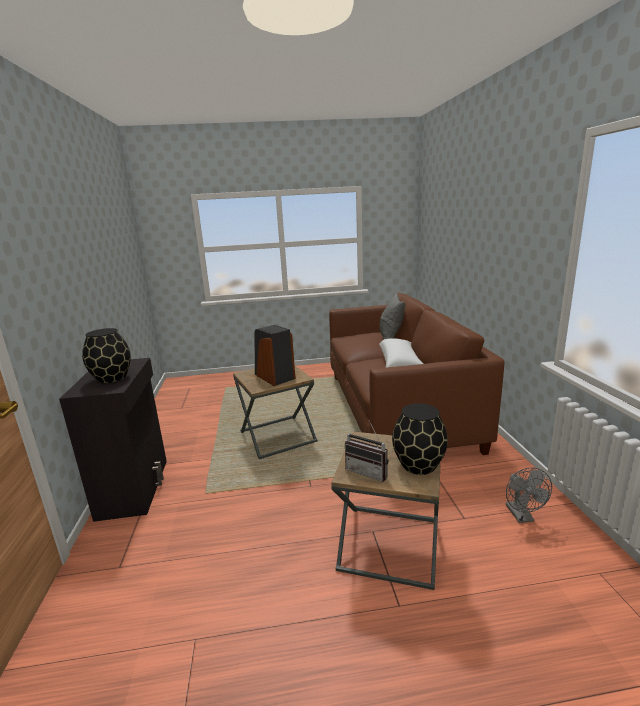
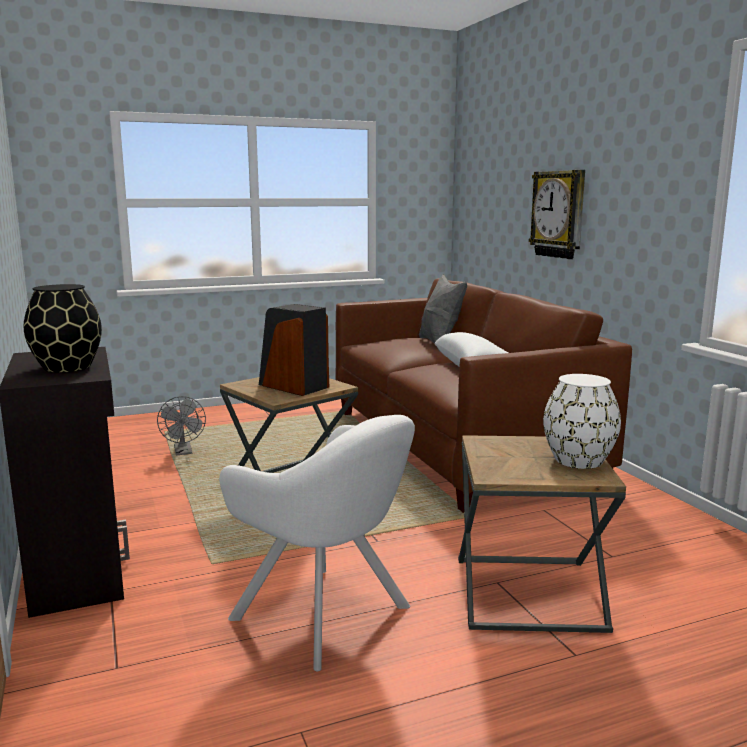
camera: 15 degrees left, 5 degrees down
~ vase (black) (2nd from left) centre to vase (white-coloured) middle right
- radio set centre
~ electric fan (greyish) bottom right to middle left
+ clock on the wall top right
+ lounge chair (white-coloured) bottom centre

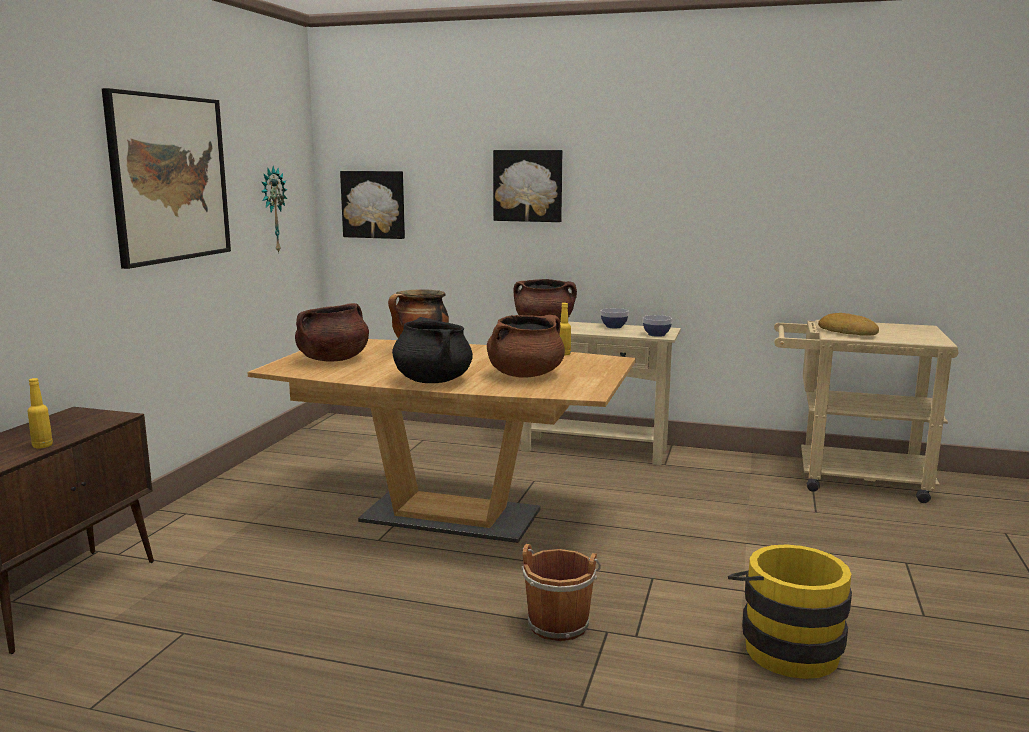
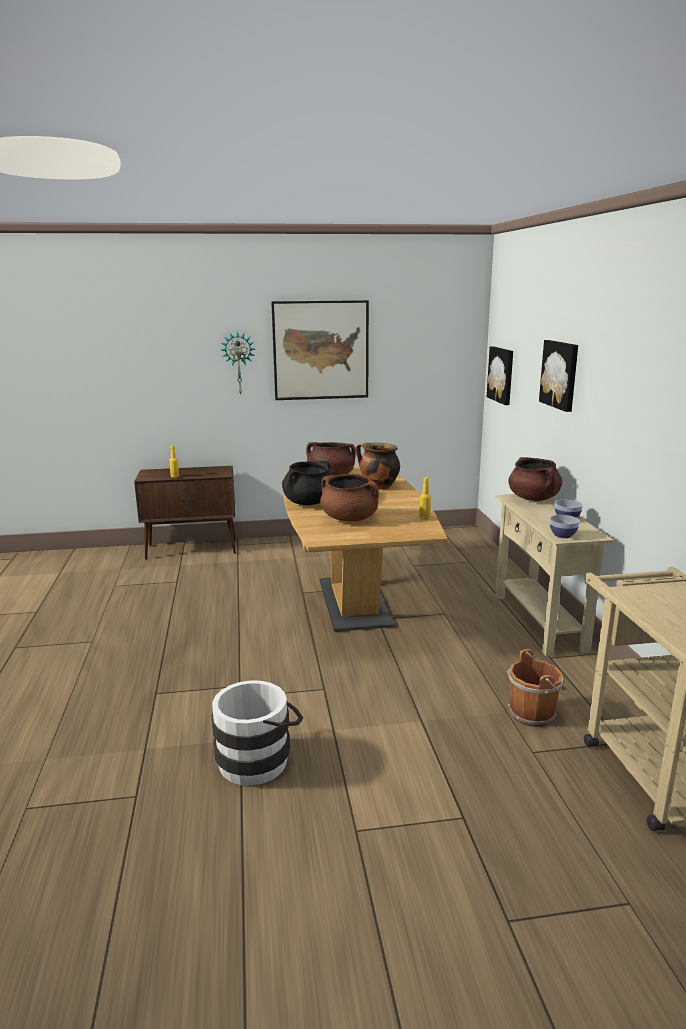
camera: 65 degrees right, 5 degrees up
~ clock on the wall top left to centre
- bread middle right
~ pail (brownish) bottom centre to bottom right
~ pail (yellow) bottom right to pail (white-coloured) bottom centre

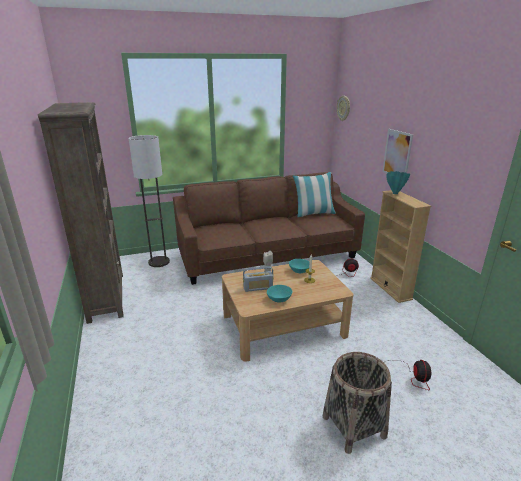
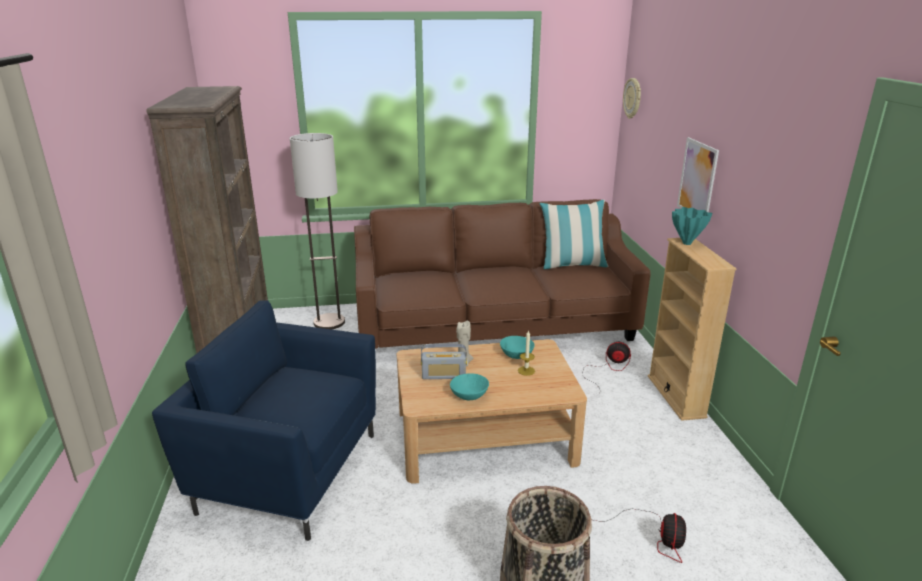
camera: 10 degrees right, 0 degrees up
+ lounge chair (blue-coloured) bottom left

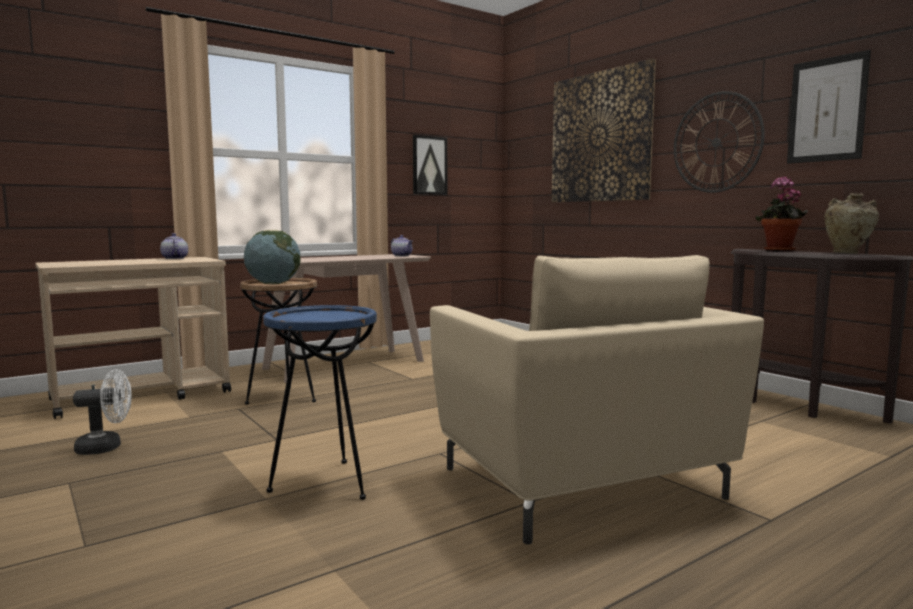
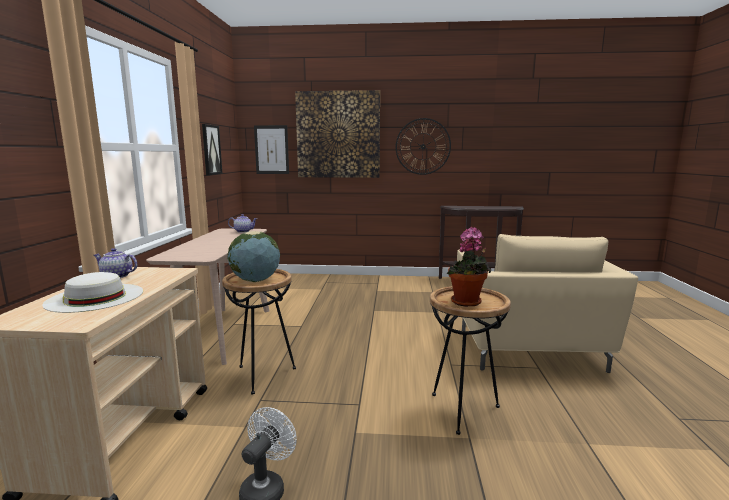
camera: 50 degrees left, 5 degrees up
~ picture (3rd from left in the first image) top right to picture (2nd from left) top centre
~ houseplant middle right to centre
- vase (sand-coloured) middle right
~ lounge chair (sand-coloured) centre = middle right 75 degrees clockwise
~ end table (blue-coloured) centre to end table (brownish) (2nd from left) bottom centre
+ wearable hat (white-coloured) middle left

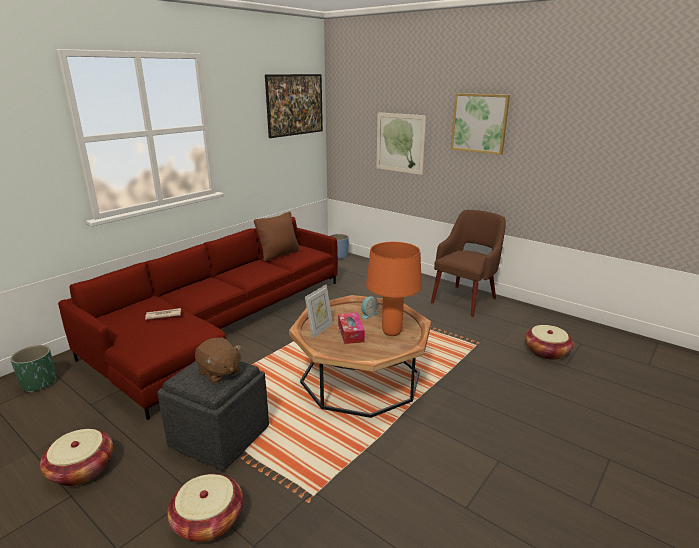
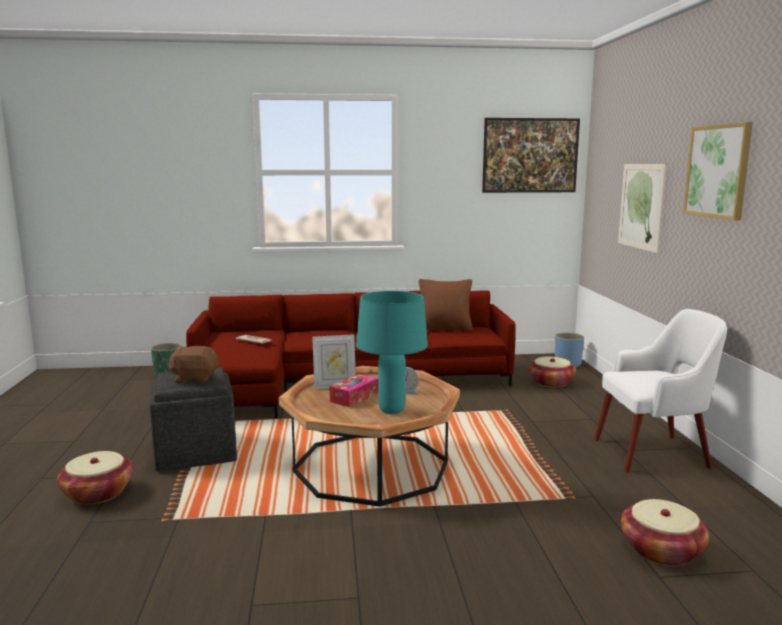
camera: 45 degrees right, 10 degrees down
~ lounge chair (brownish) middle right to lounge chair (white-coloured) middle right
~ tabletop lamp (orangey) centre to tabletop lamp (turquoise) centre
~ plush toy (brownish) middle left = middle left 90 degrees clockwise
~ basket (1st from left in the first image) bottom left to basket (2nd from left) middle right

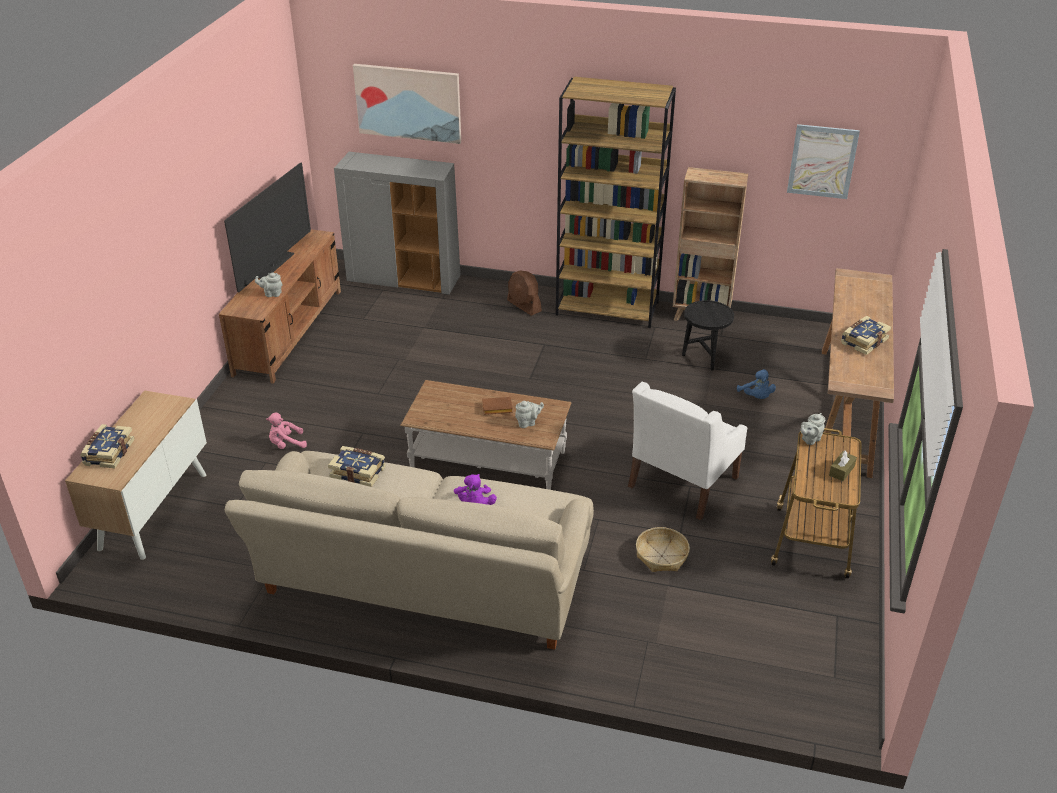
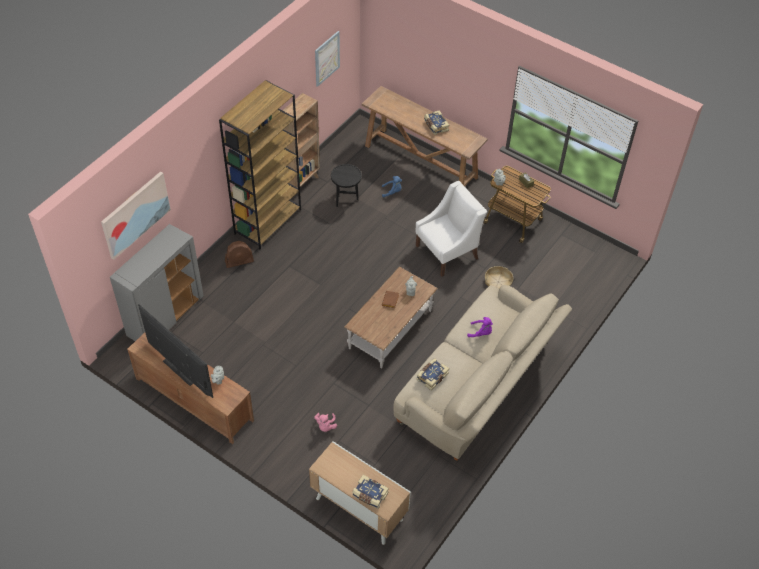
camera: 70 degrees left, 15 degrees up
~ lounge chair (white-coloured) centre = centre 90 degrees counterclockwise

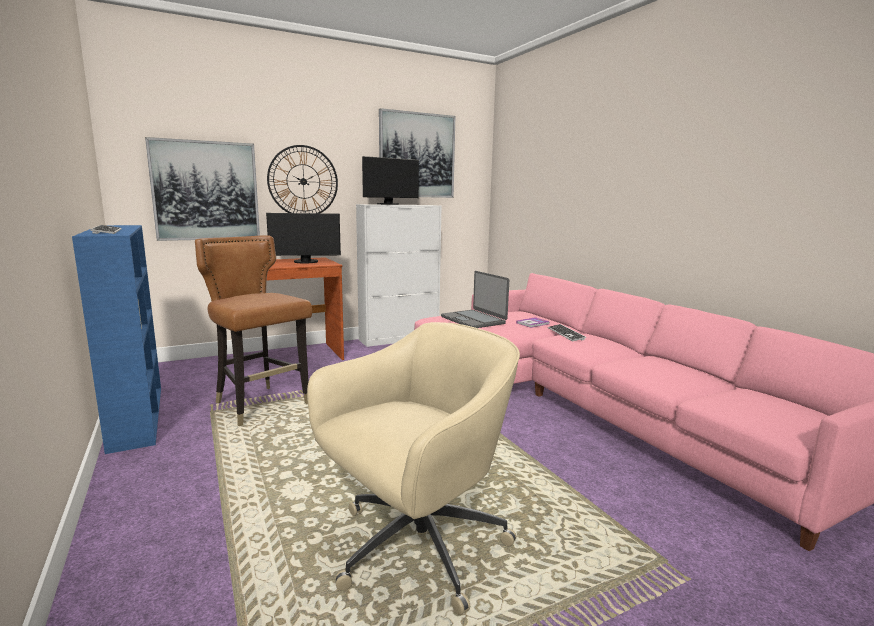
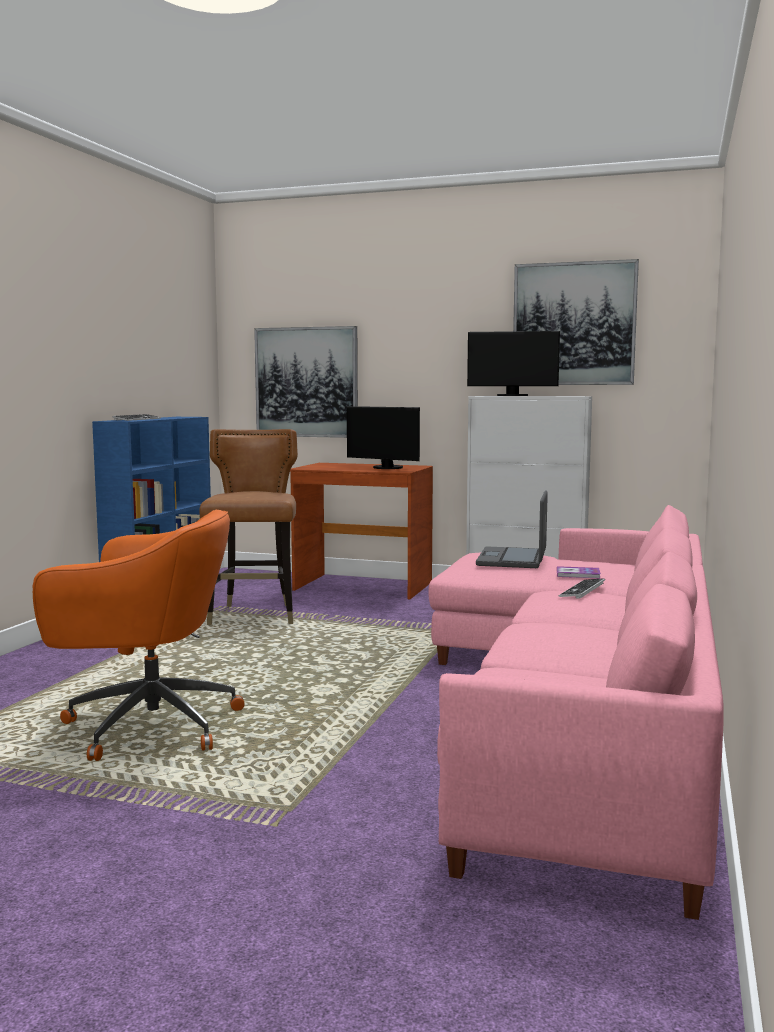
camera: 45 degrees right, 5 degrees down
- clock on the wall top centre
~ office chair (sand-coloured) bottom centre to office chair (orangey) middle left

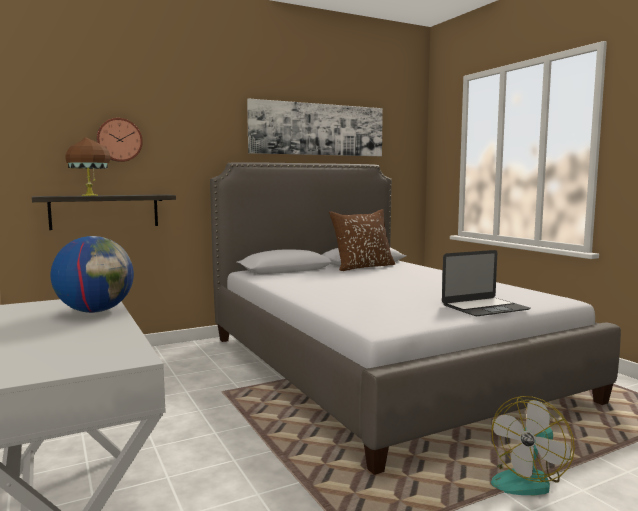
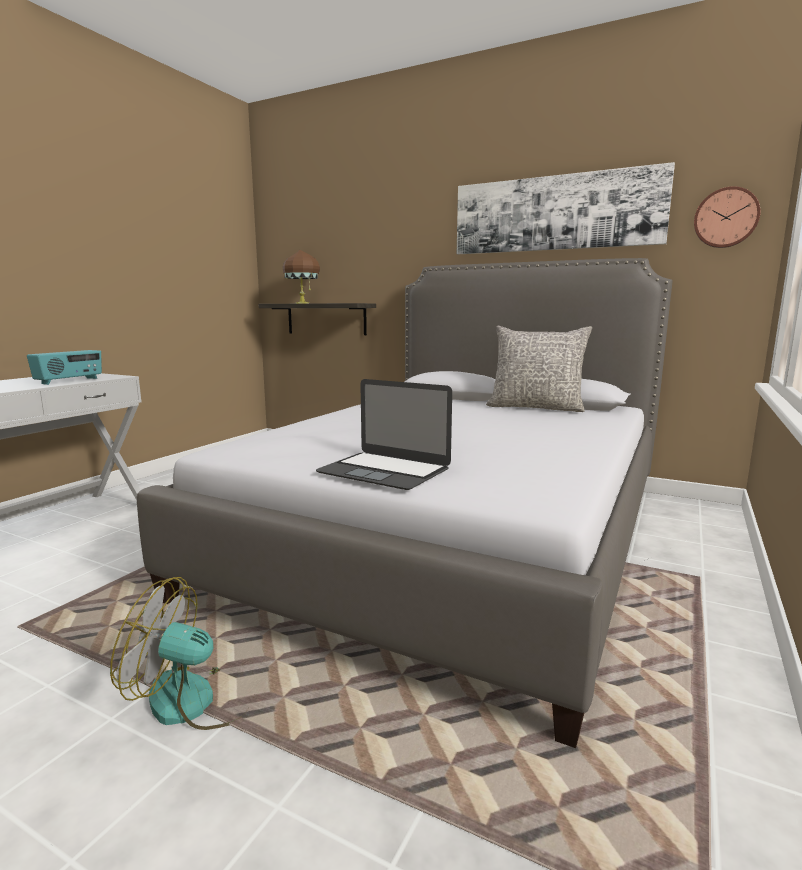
camera: 55 degrees right, 5 degrees up
~ clock on the wall top left to top right
~ pillow (brownish) centre to pillow (greyish) middle right
~ world globe middle left to radio set middle left

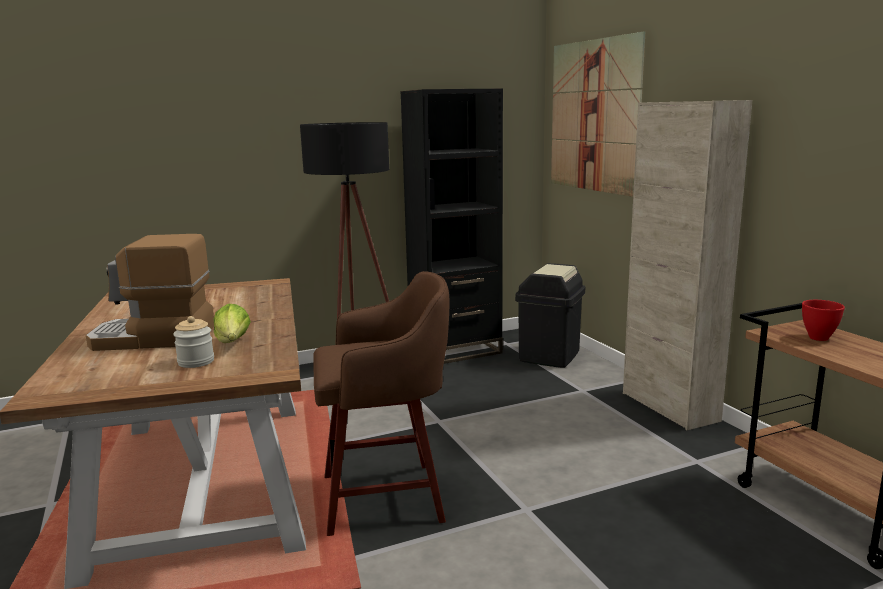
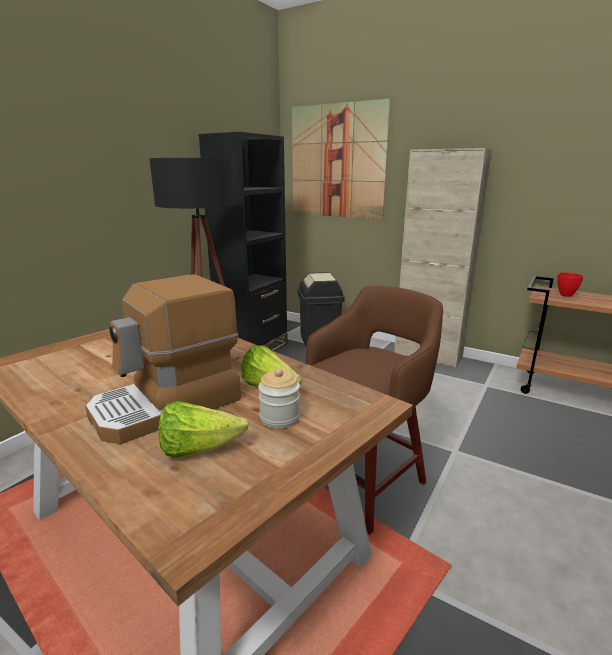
camera: 35 degrees left, 5 degrees up
+ lettuce (1st from left) middle left

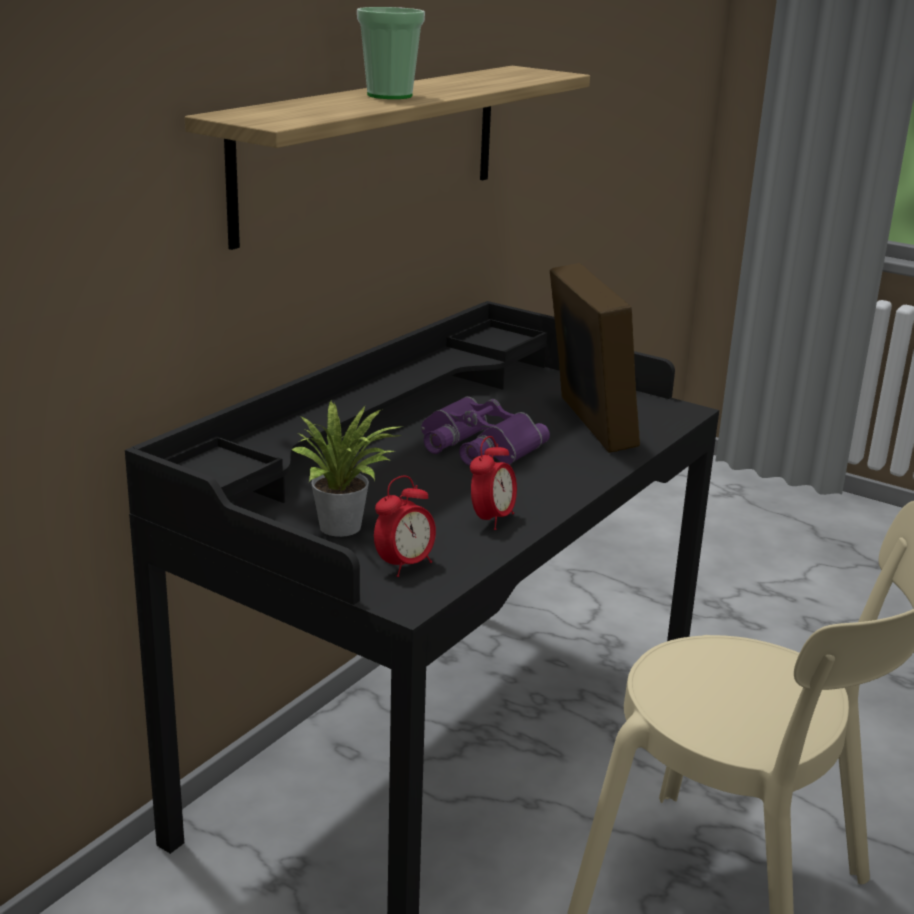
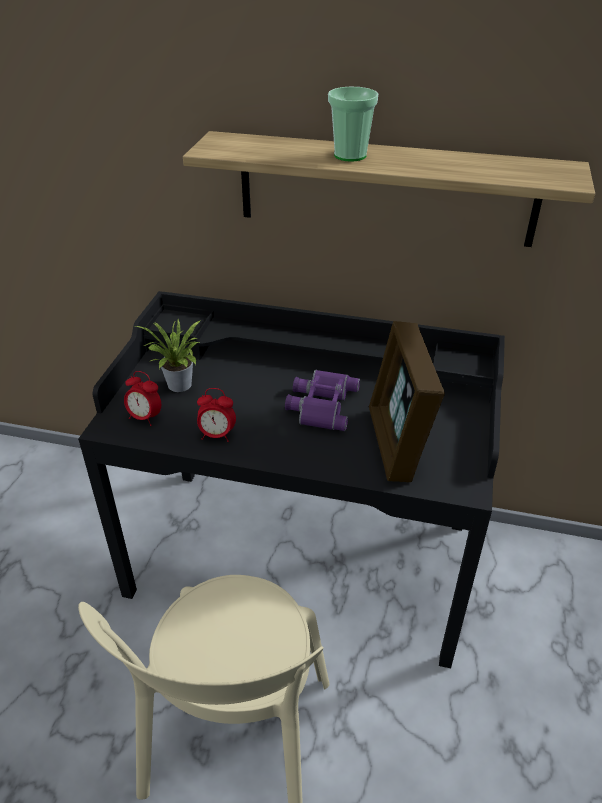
camera: 70 degrees right, 15 degrees up
~ standing frame centre = middle right 120 degrees clockwise

